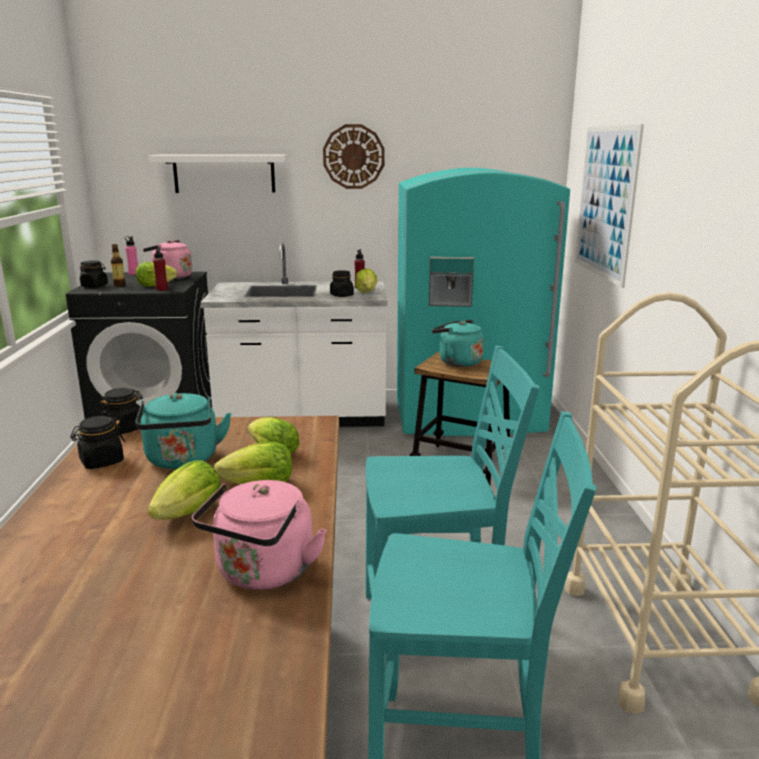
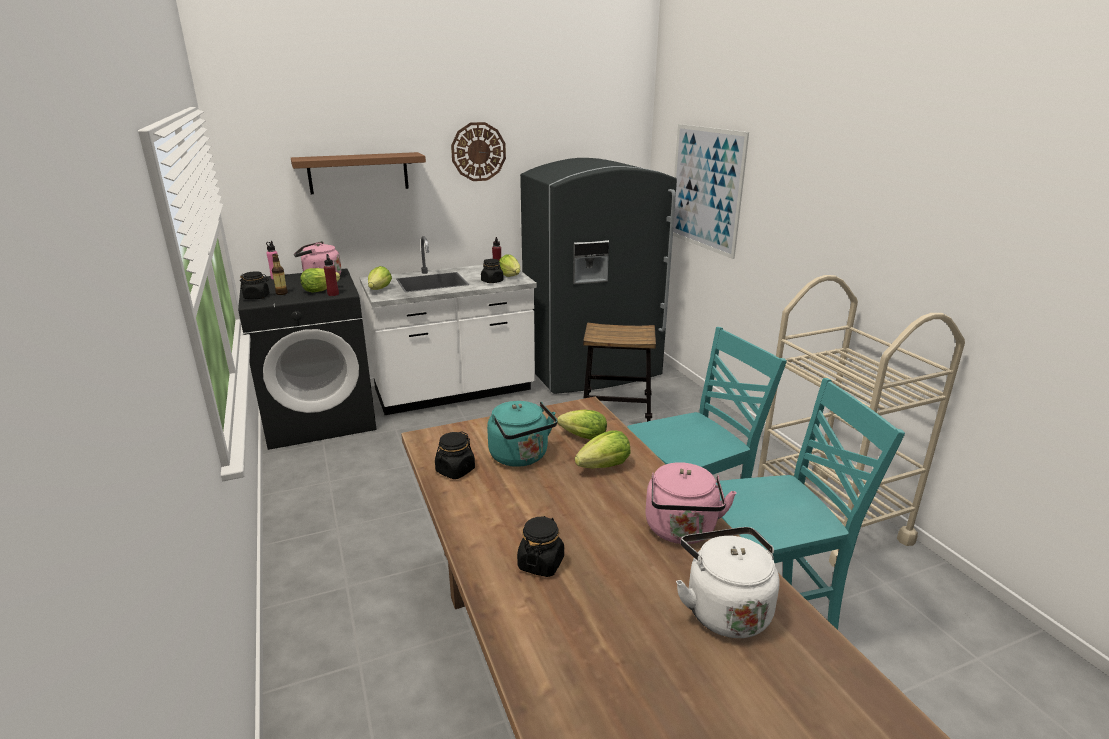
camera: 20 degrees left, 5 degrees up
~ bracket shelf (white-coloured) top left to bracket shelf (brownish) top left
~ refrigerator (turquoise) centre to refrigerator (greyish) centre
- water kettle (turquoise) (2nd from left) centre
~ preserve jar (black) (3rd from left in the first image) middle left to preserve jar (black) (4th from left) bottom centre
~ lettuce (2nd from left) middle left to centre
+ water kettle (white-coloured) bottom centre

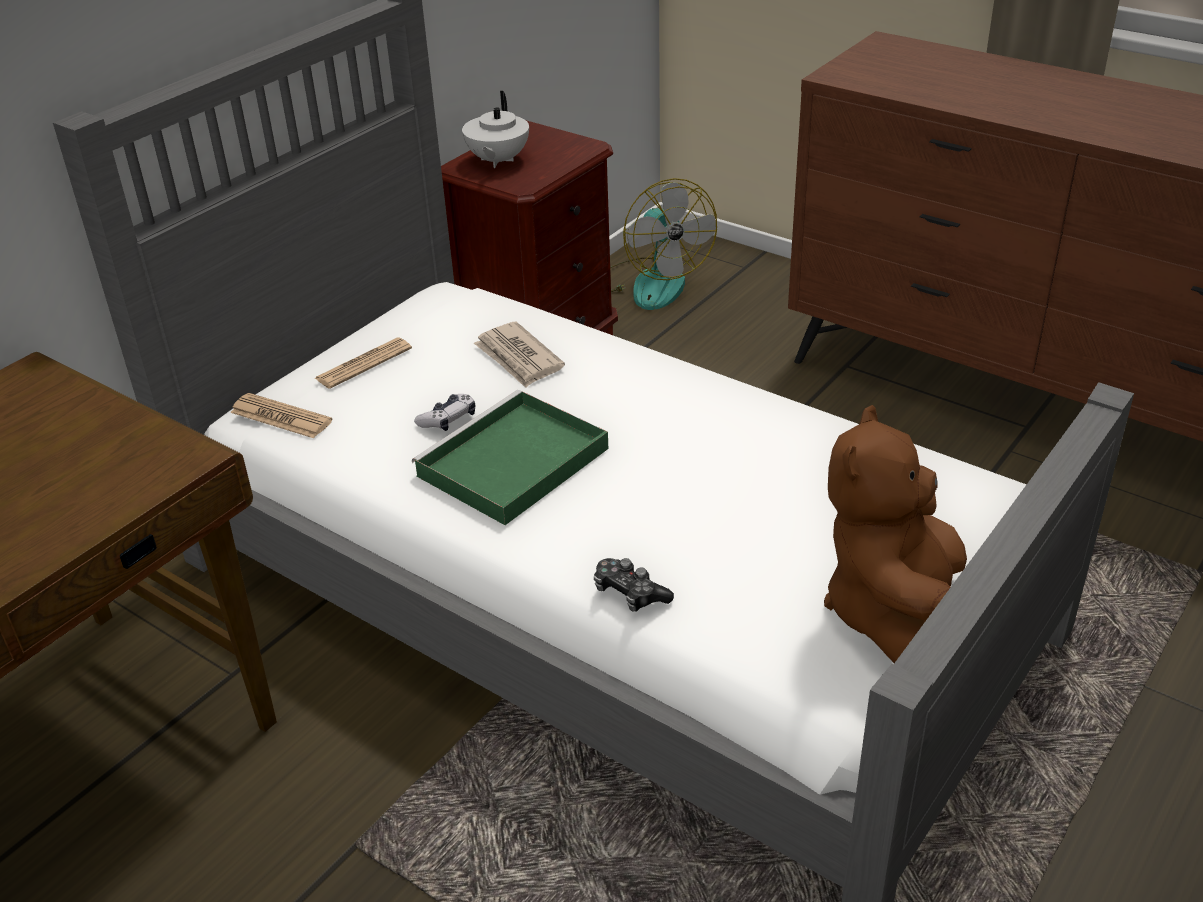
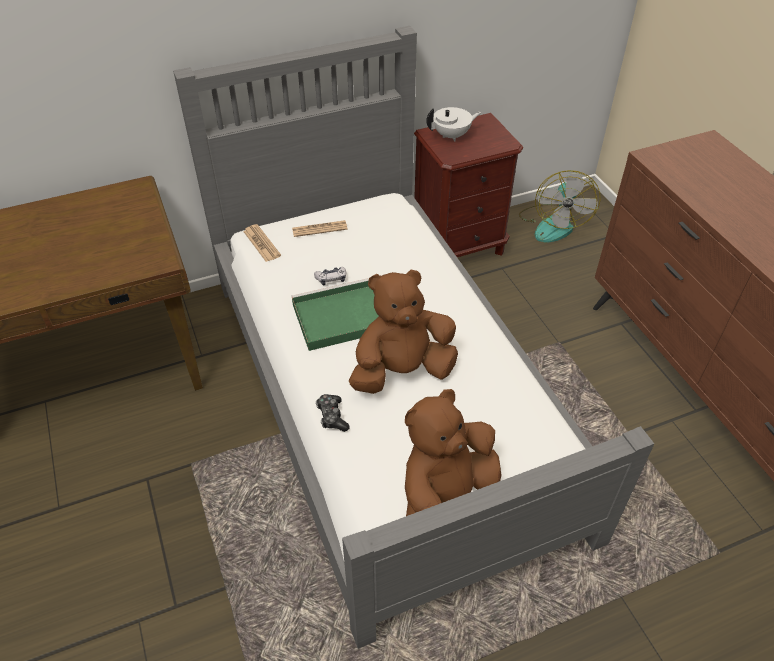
camera: 30 degrees right, 10 degrees up
~ tea pot (white-coloured) top centre = top centre 150 degrees counterclockwise
- daily paper (3rd from left) centre
+ plush toy (brownish) (1st from left) centre

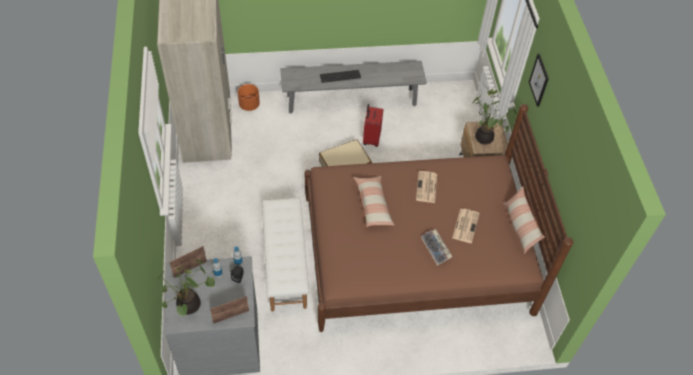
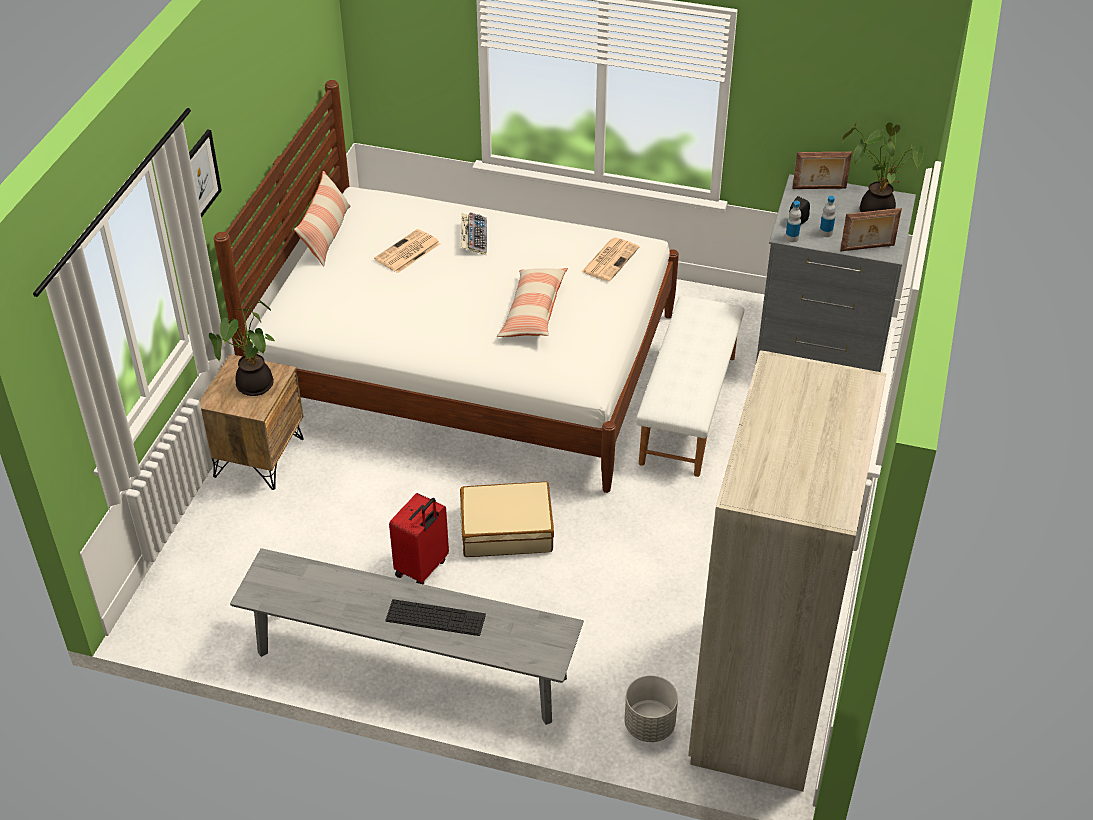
camera: 155 degrees left, 10 degrees down
~ flower pot (orangey) top centre to flower pot (greyish) bottom centre
~ bedroom bed (brownish) centre to bedroom bed (white-coloured) centre
~ daily paper (1st from left in the first image) centre to daily paper (2nd from left) top centre

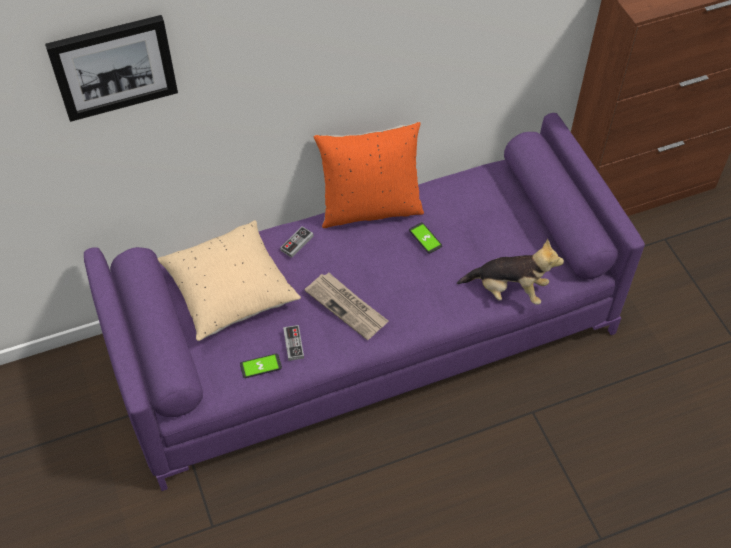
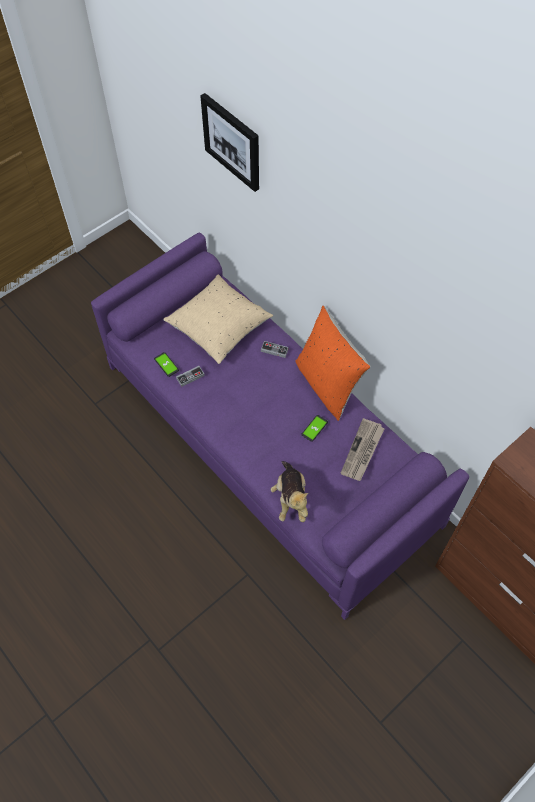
camera: 70 degrees right, 5 degrees up
~ daily paper centre to middle right

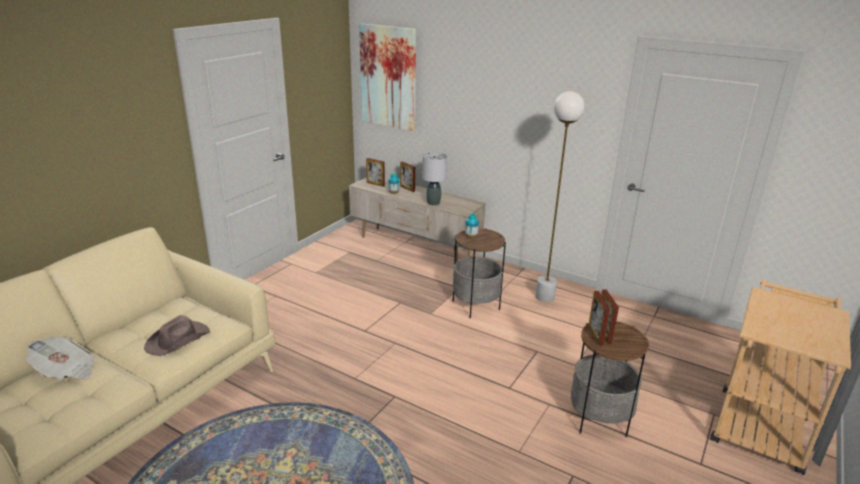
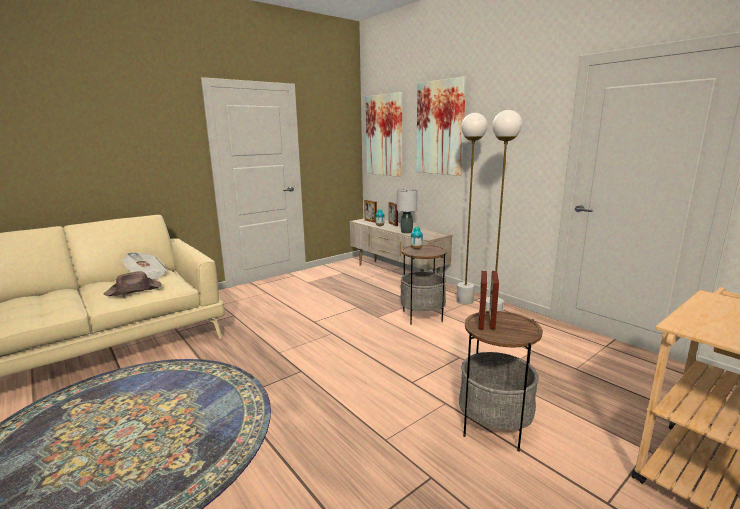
camera: 20 degrees right, 10 degrees down
~ daily paper bottom left to middle left
+ picture (2nd from left) top centre
+ standard lamp (white-coloured) (1st from left) centre

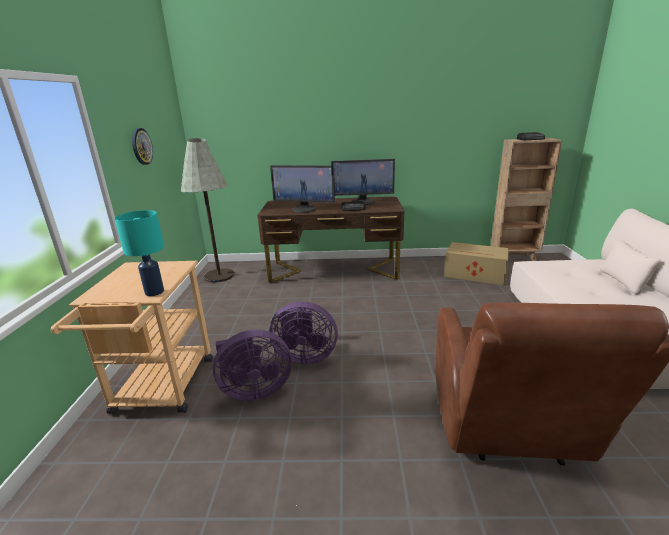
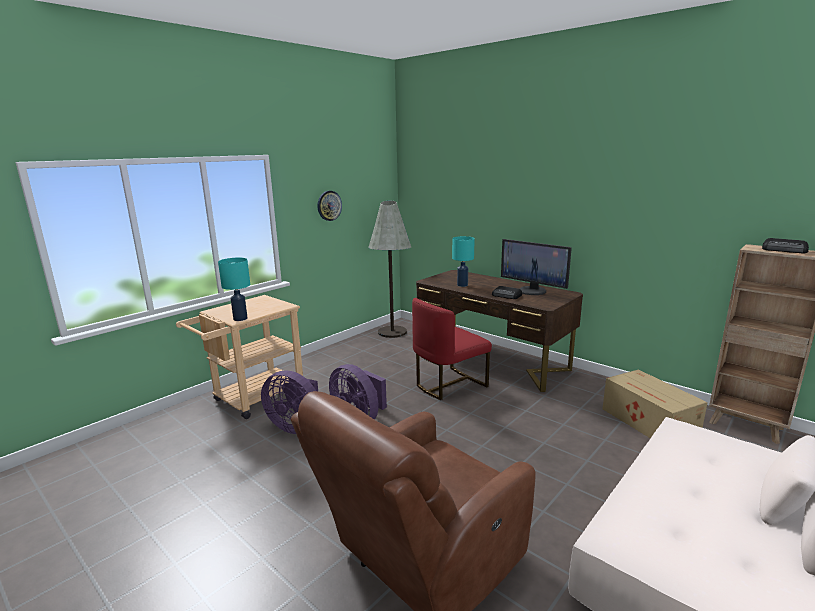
camera: 40 degrees right, 5 degrees down
~ monitor (1st from left) centre to tabletop lamp (turquoise) (2nd from left) centre
+ plain chair (red-coloured) centre

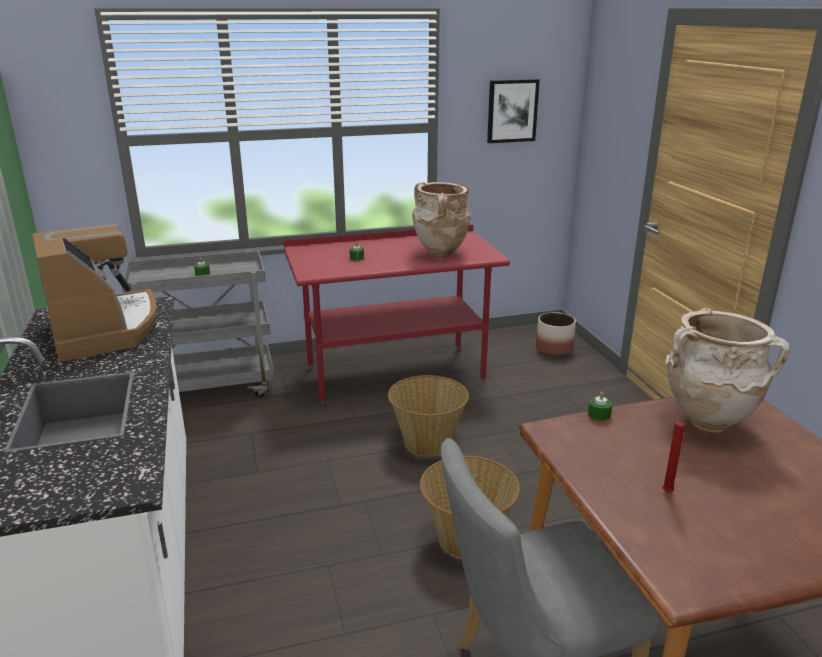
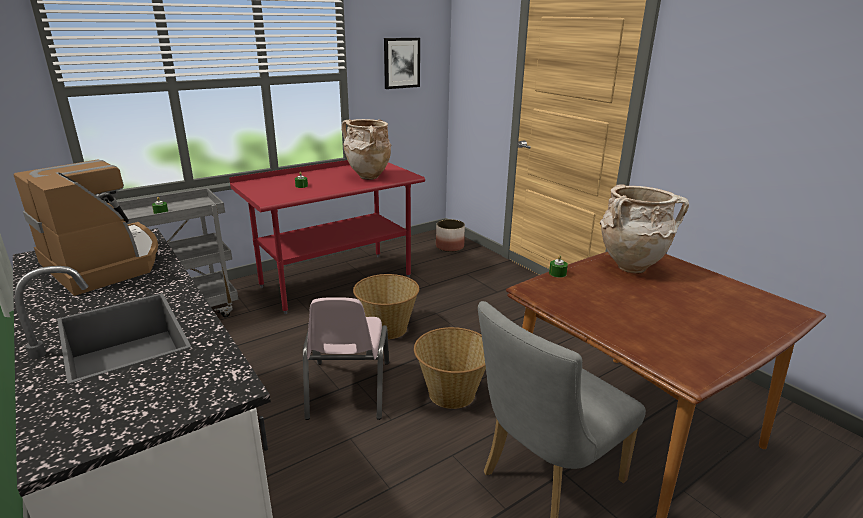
camera: 20 degrees left, 0 degrees up
- candle (red-coloured) bottom right
+ plain chair (pink-coloured) bottom centre

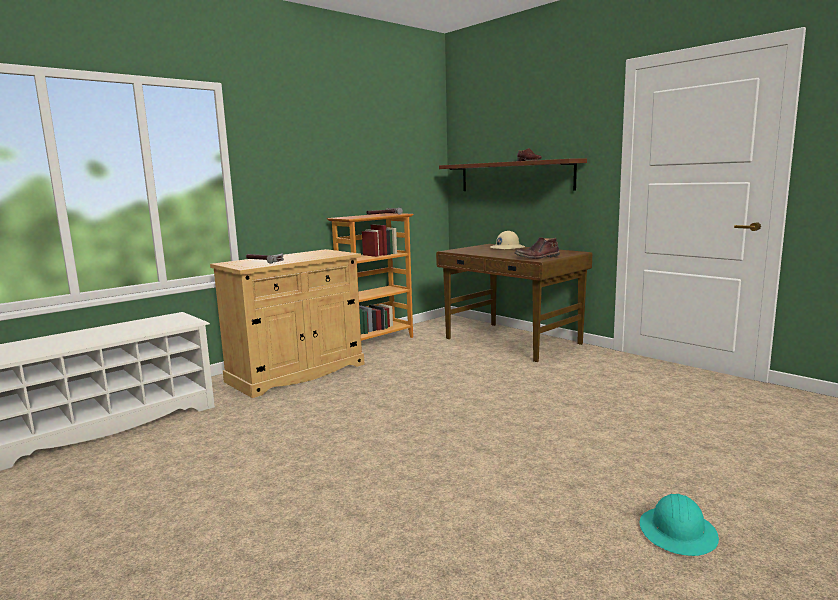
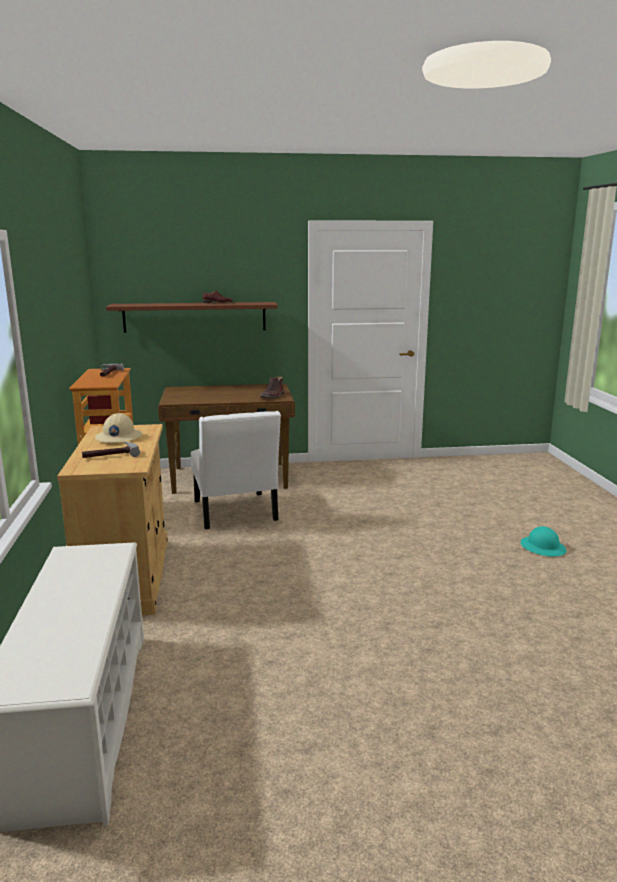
camera: 55 degrees left, 5 degrees up
~ hard hat (sand-coloured) centre to middle left
+ plain chair (white-coloured) centre

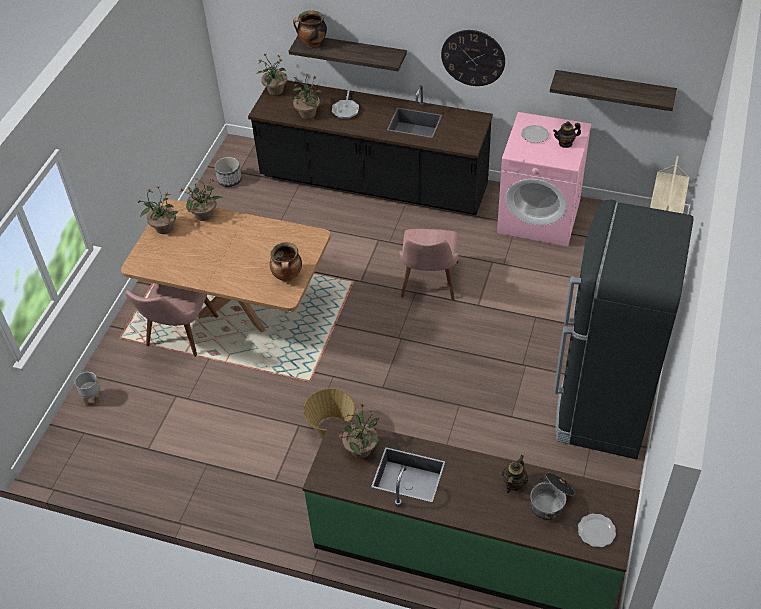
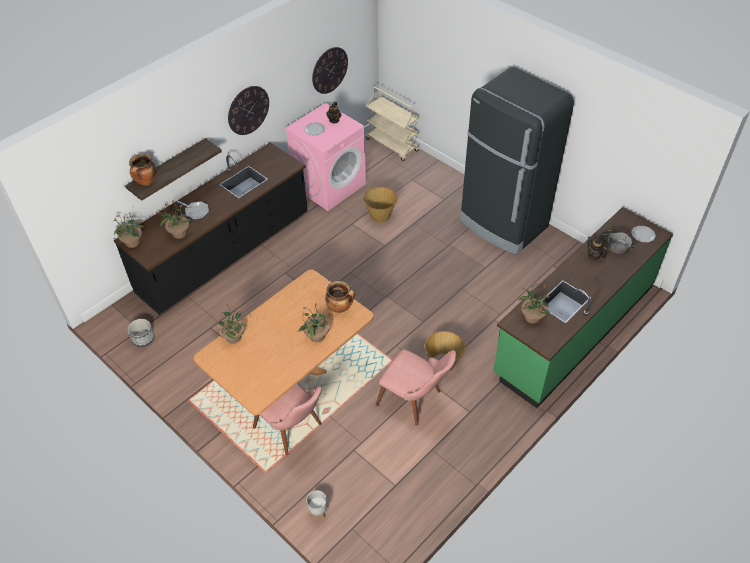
camera: 65 degrees left, 0 degrees up
~ bracket shelf (2nd from left) top right to clock on the wall (2nd from left) top centre
~ houseplant (1st from left in the first image) middle left to houseplant (4th from left) centre
~ plain chair (pink-coloured) (2nd from left) centre to bottom centre
+ basket (1st from left) centre

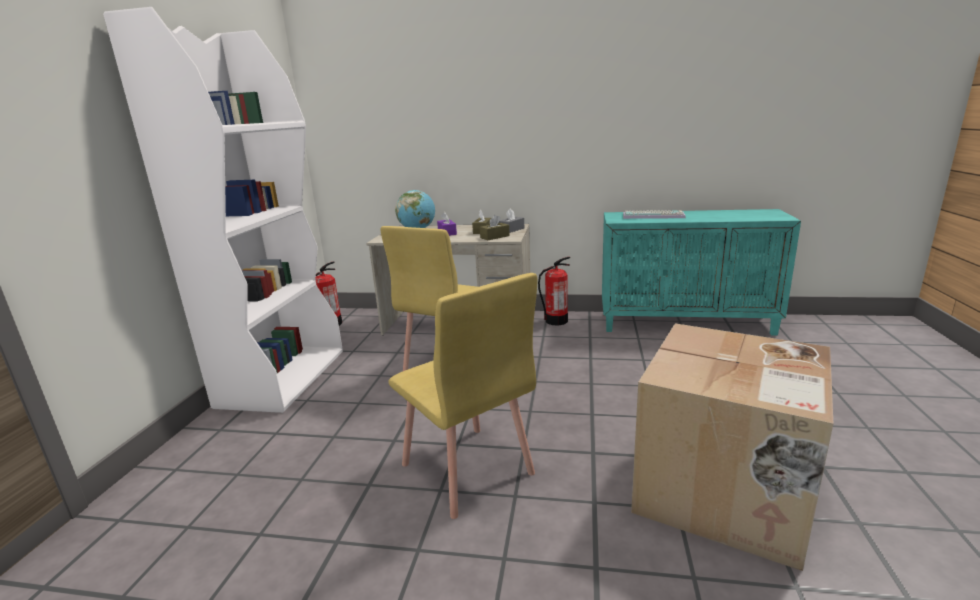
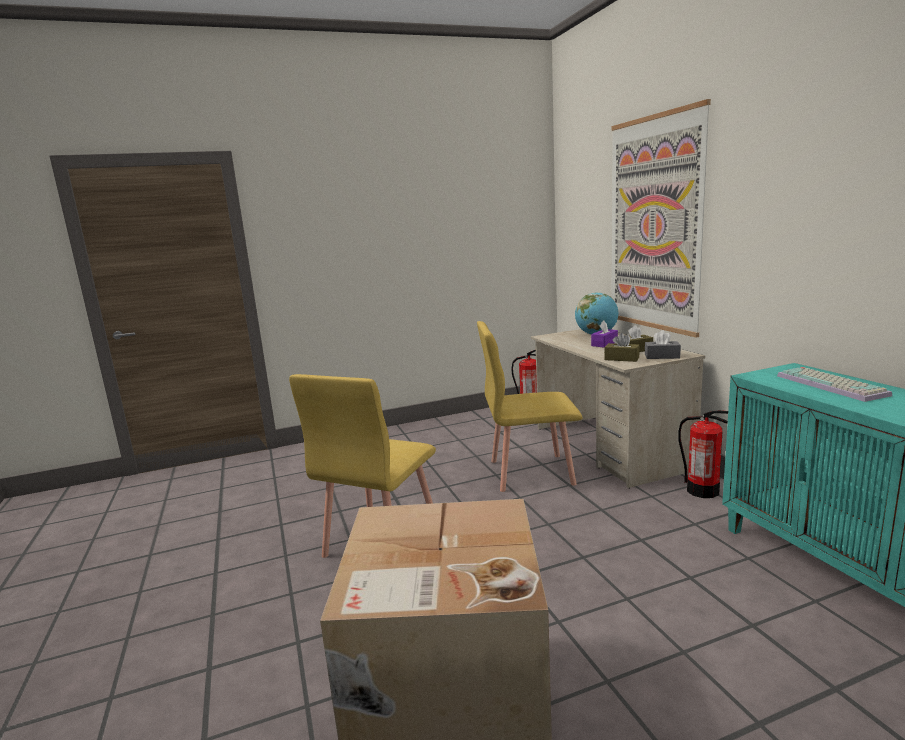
camera: 60 degrees right, 5 degrees down
- bookcase (white-coloured) middle left
+ picture top right

